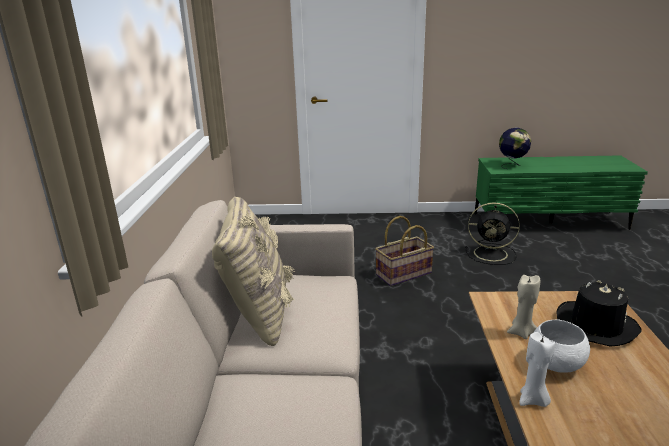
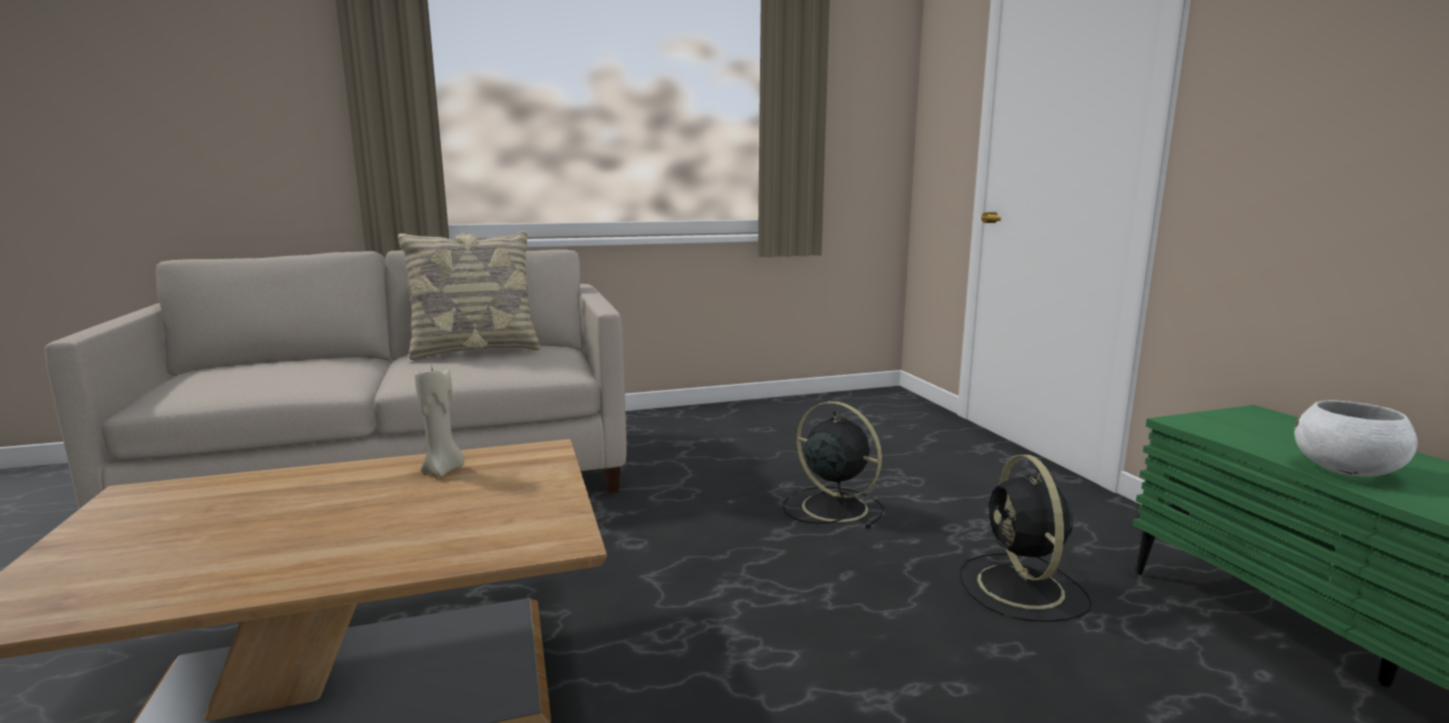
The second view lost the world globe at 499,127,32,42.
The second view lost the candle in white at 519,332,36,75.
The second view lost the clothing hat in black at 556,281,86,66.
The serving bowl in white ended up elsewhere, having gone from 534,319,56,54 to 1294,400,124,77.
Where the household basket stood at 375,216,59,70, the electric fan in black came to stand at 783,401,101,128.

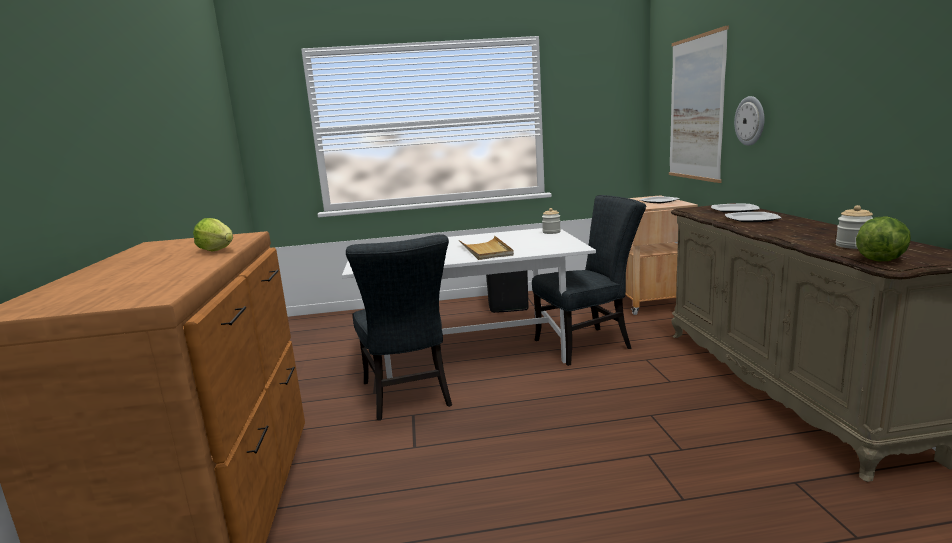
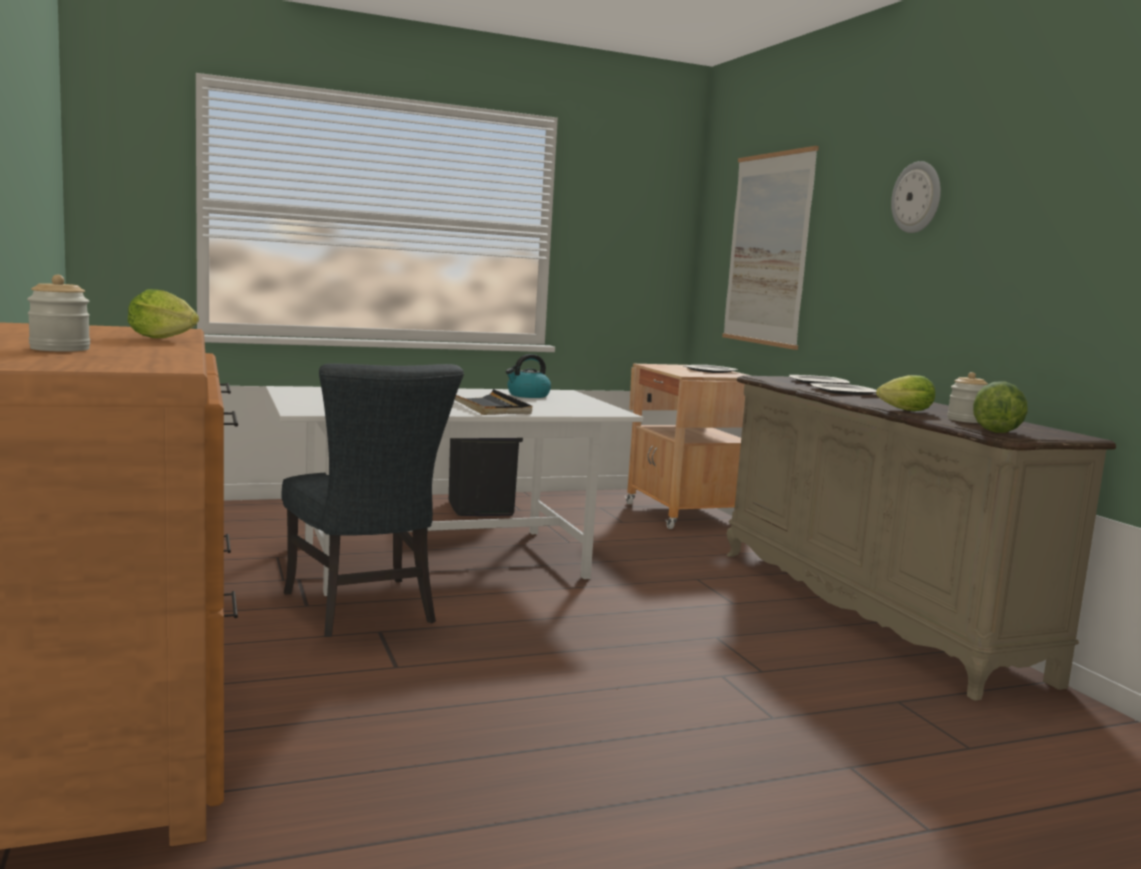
The second view lost the chair in gray at 532,195,115,171.
The second view gained the tea kettle at 506,354,45,44.
The second view gained the lettuce at 876,375,59,36.
The preserve jar ended up elsewhere, having gone from 542,208,19,26 to 27,275,63,77.
The hanging clock ended up elsewhere, having gone from 734,96,30,50 to 891,161,50,72.
What was the serving tray in beige at 459,236,55,24 turned into the serving tray in black at 455,389,77,26.

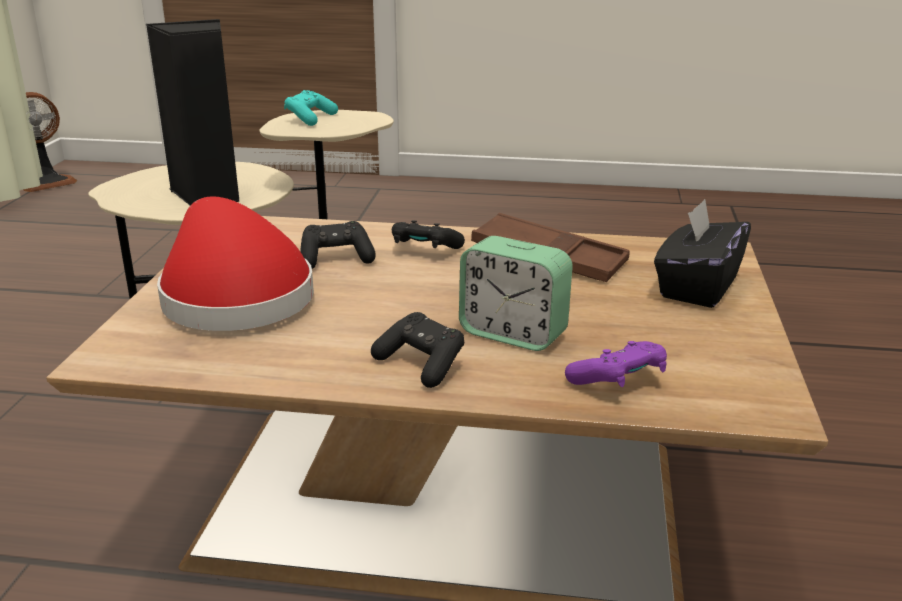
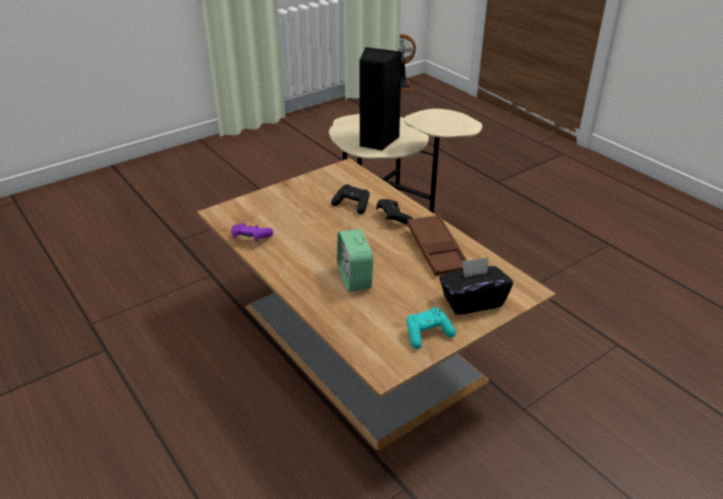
The second view lost the clothing hat in red at 157,197,157,134.
The second view lost the game controller in black at 371,312,93,76.
The game controller in blue-green ended up elsewhere, having gone from 284,90,54,36 to 407,307,49,42.
The game controller in purplish ended up elsewhere, having gone from 565,341,102,46 to 231,223,42,19.

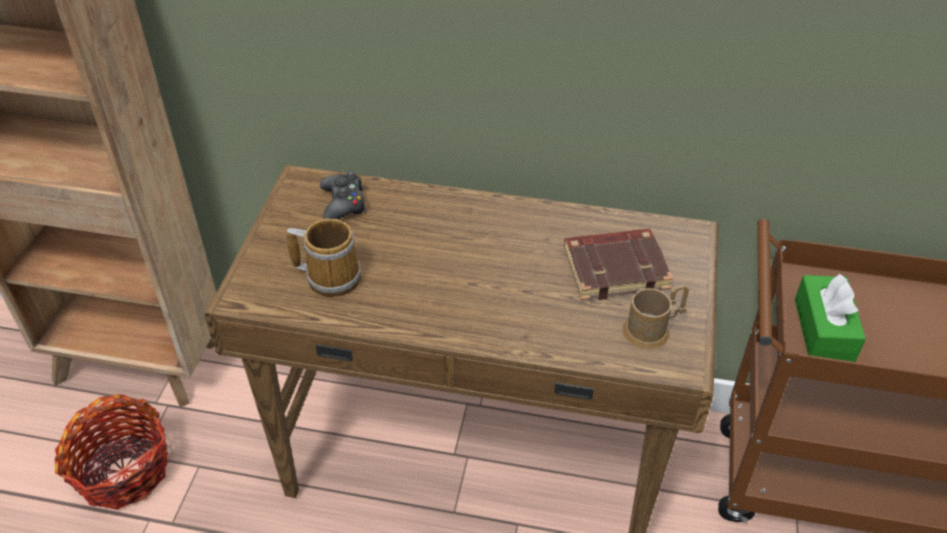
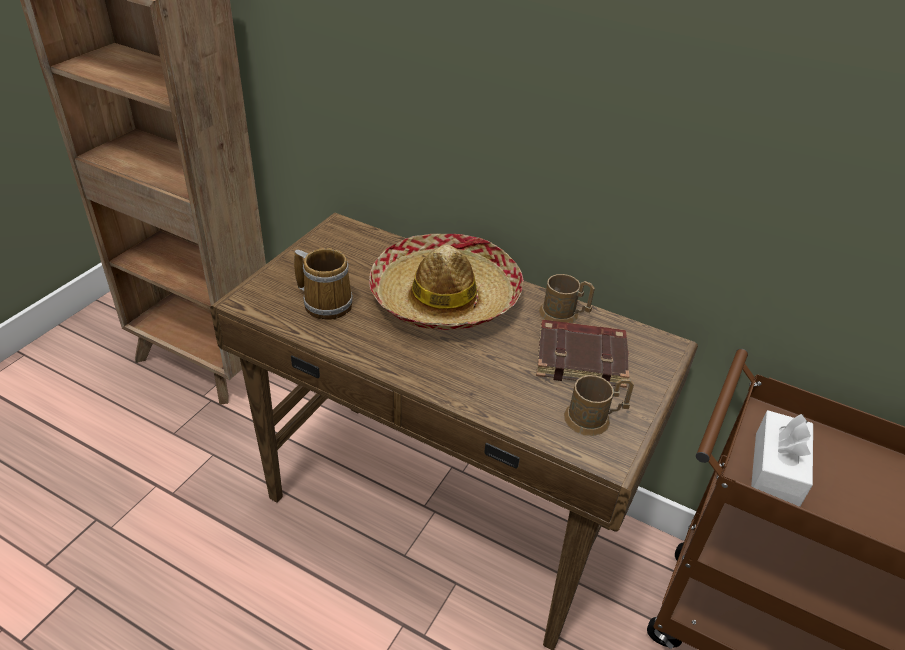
The second view lost the household basket at 55,394,113,116.
The second view lost the game controller in black at 320,171,47,48.
The second view gained the clothing hat at 369,234,155,96.
The second view gained the coffee mug in brown at 539,274,56,49.
What was the tissue holder in green at 795,273,71,89 turned into the tissue holder in white at 751,410,62,97.

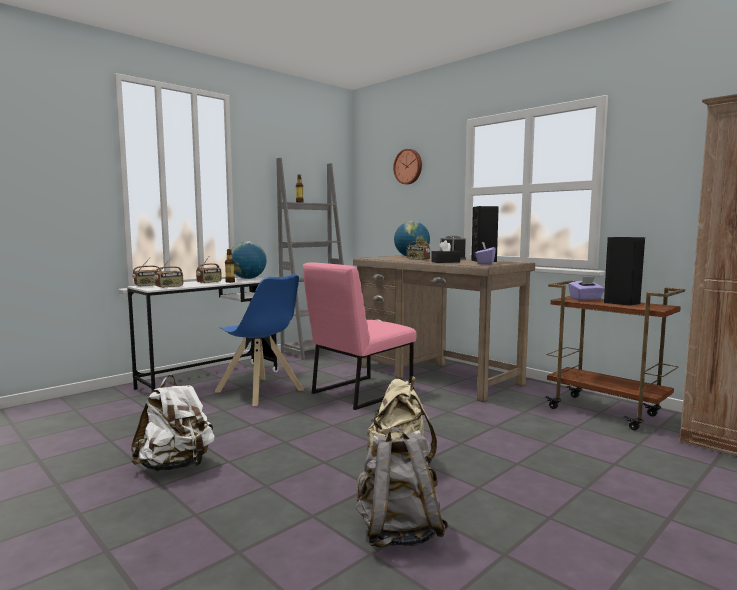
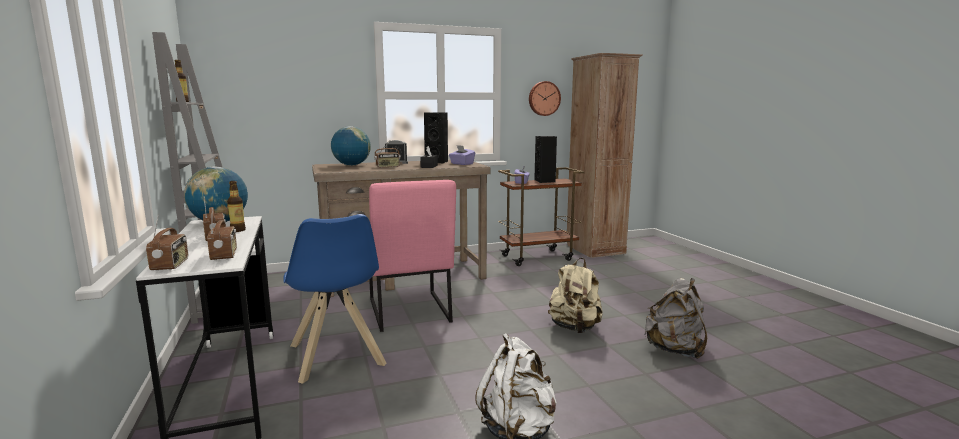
The hanging clock ended up elsewhere, having gone from 393,149,29,35 to 529,81,32,35.
The chair in bluish at 215,274,89,132 ended up facing another way, 90 degrees clockwise from before.

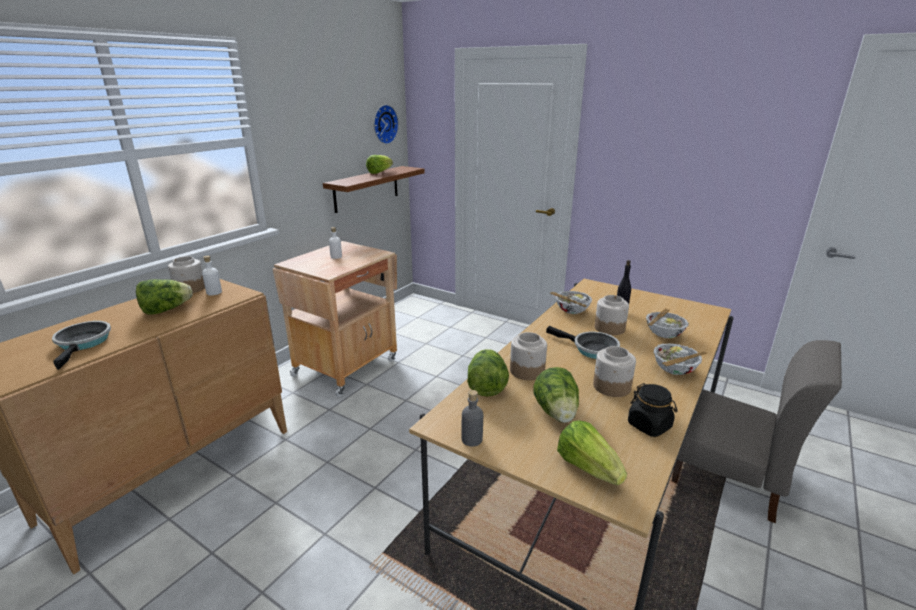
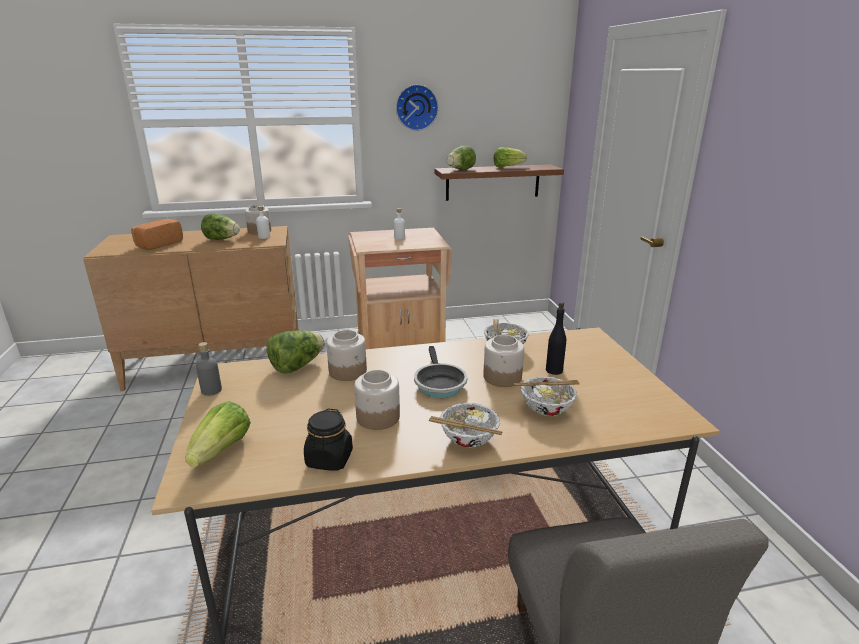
The hanging clock ended up elsewhere, having gone from 374,105,25,39 to 396,84,42,47.
The lettuce ended up elsewhere, having gone from 533,367,46,56 to 447,146,29,24.
Where the pan stood at 52,321,59,49, the bread came to stand at 131,219,52,31.

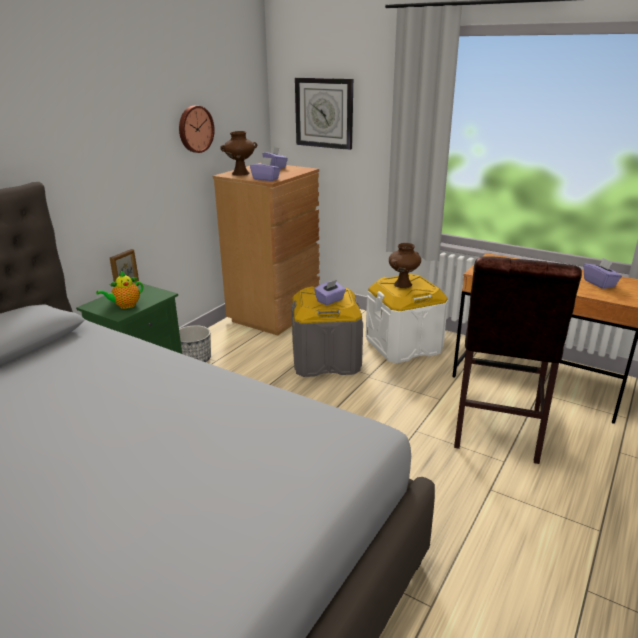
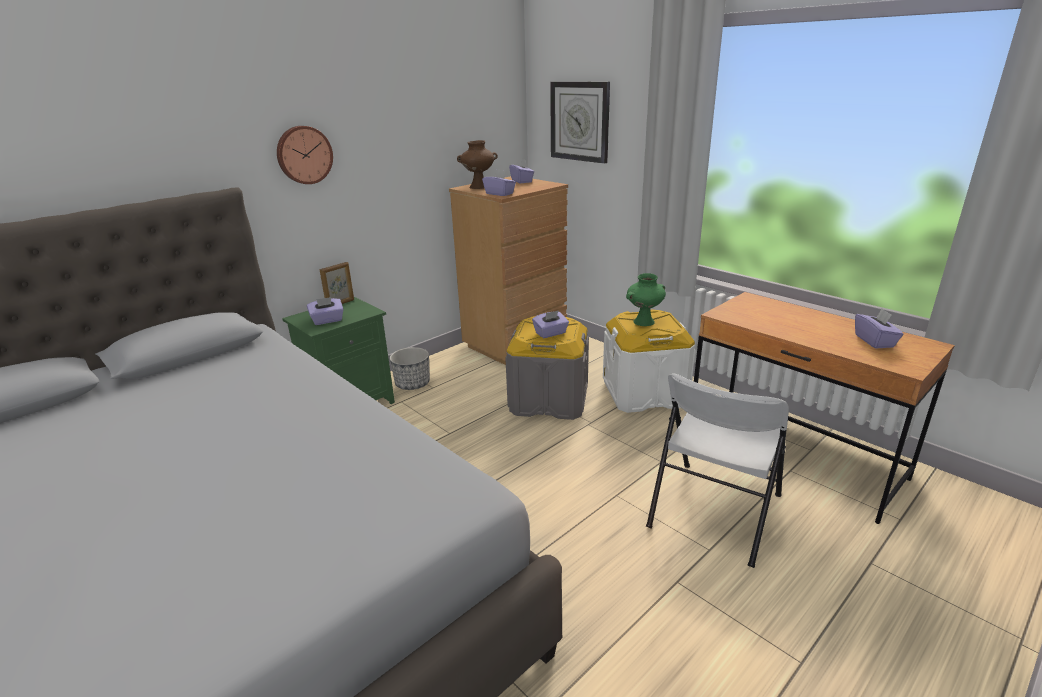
The hanging clock ended up elsewhere, having gone from 179,106,36,47 to 277,126,56,58.
Where the tea pot stood at 96,271,47,38, the tissue holder in purplish came to stand at 307,297,37,28.
Where the stool in brown stood at 454,256,128,208, the chair in white came to stand at 646,373,143,195.
What was the vase in brown at 389,243,32,45 turned into the vase in green at 626,273,40,53.

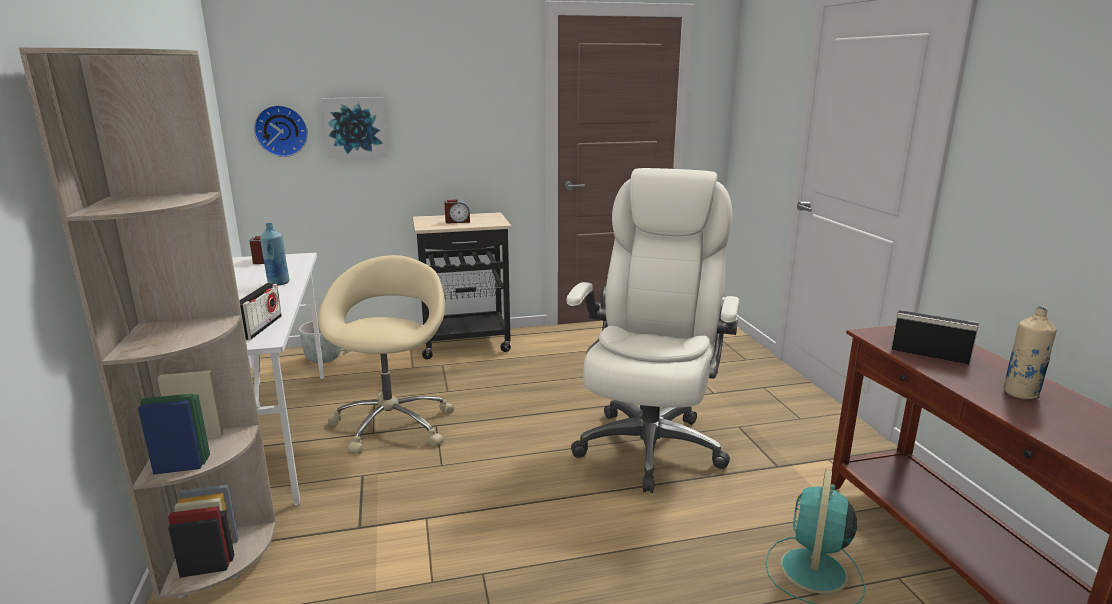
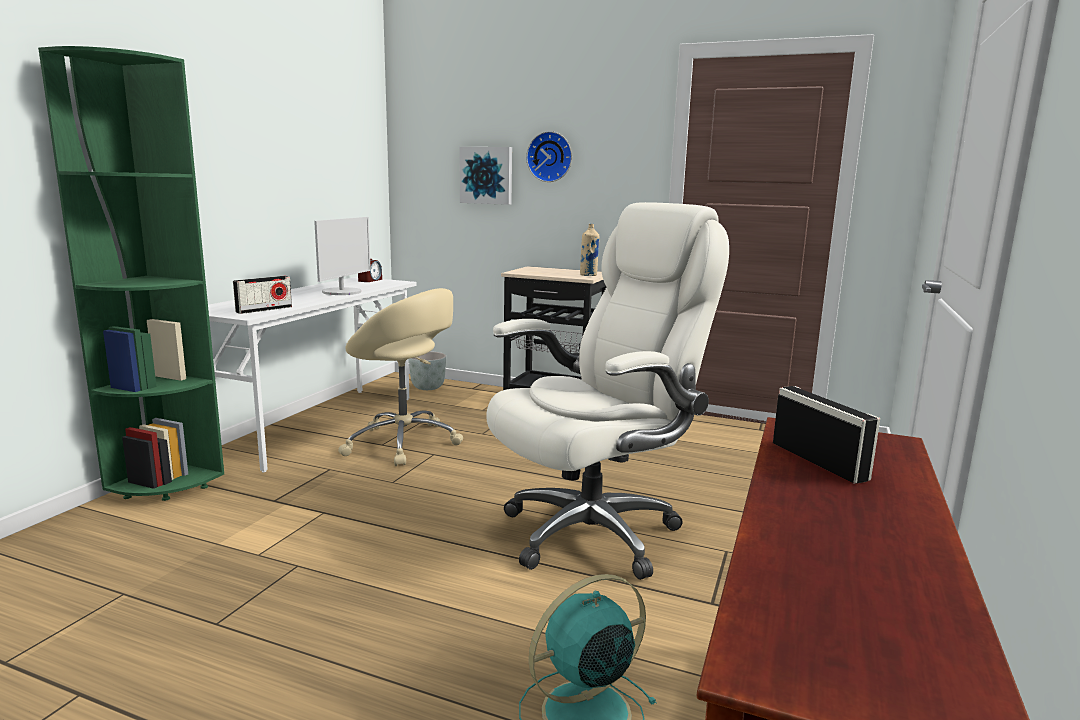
The second view lost the table clock at 444,199,26,24.
The hanging clock ended up elsewhere, having gone from 254,105,54,52 to 526,131,46,51.
The bottle in beige ended up elsewhere, having gone from 1003,306,54,93 to 580,224,19,52.
Where the bottle in bluish stood at 260,223,29,63, the computer display came to stand at 314,217,57,78.
What was the bookshelf in beige at 19,47,257,553 turned into the bookshelf in green at 38,46,186,455.
The desk chair in beige at 318,255,136,199 ended up facing another way, 75 degrees clockwise from before.

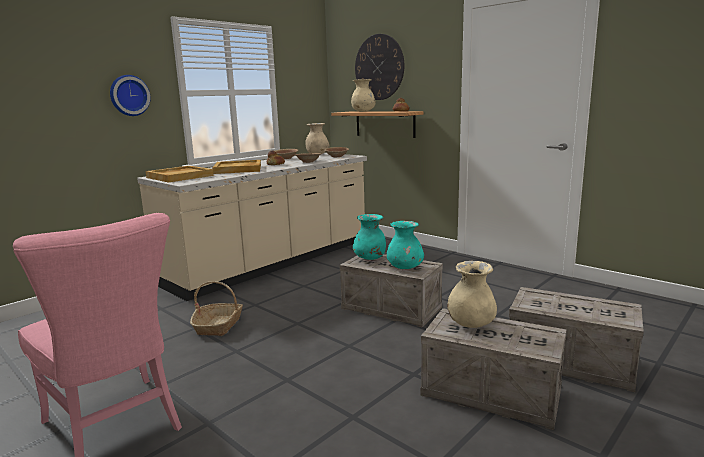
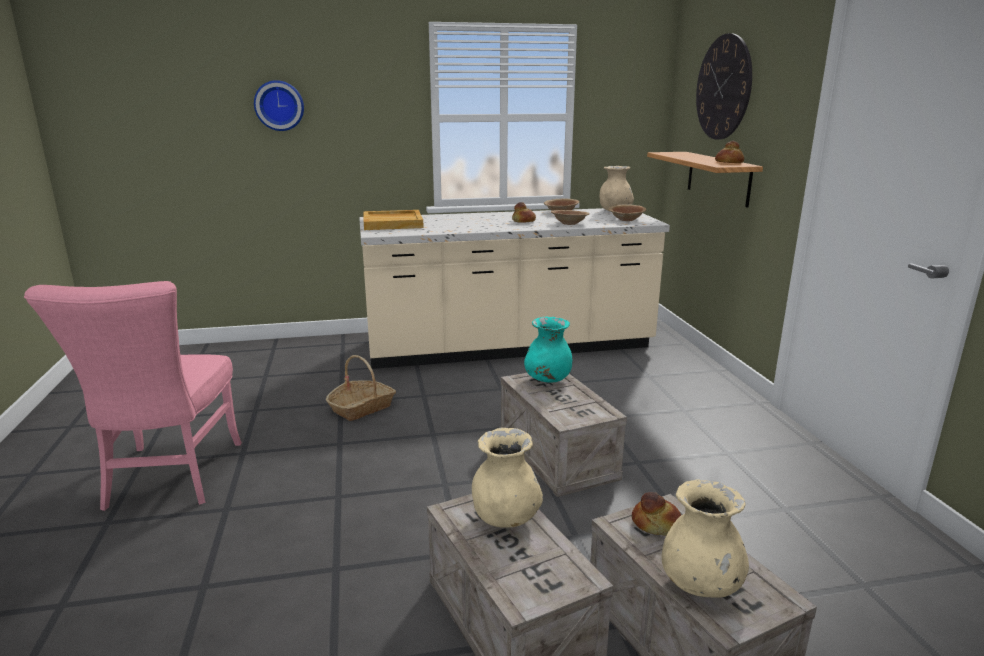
The second view lost the serving tray in beige at 212,160,49,14.
The second view lost the vase in blue-green at 387,221,37,48.
The second view gained the bread at 632,492,49,43.
The hanging clock ended up elsewhere, having gone from 110,75,41,41 to 254,80,50,51.
The vase in beige ended up elsewhere, having gone from 351,79,25,33 to 662,479,87,119.

